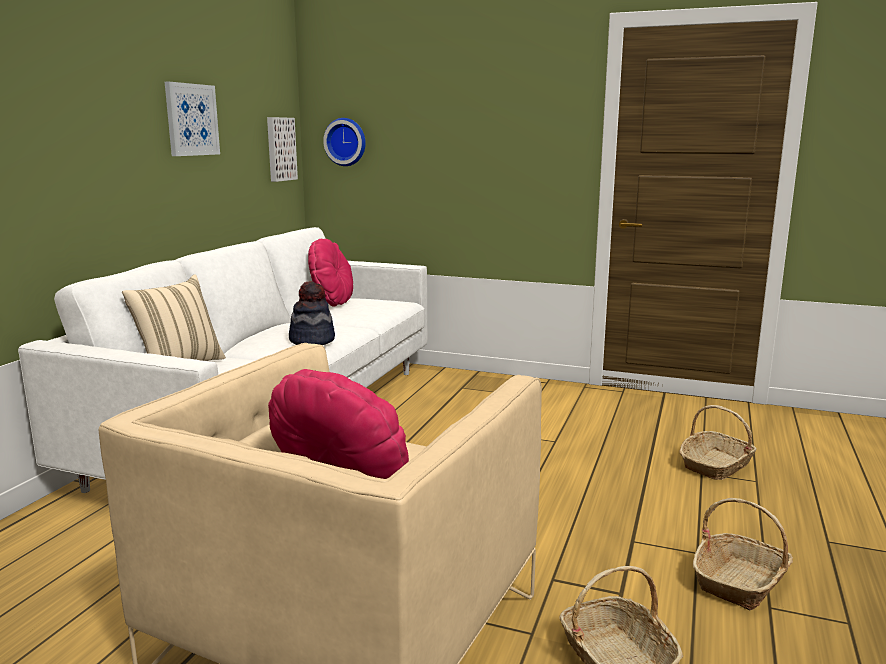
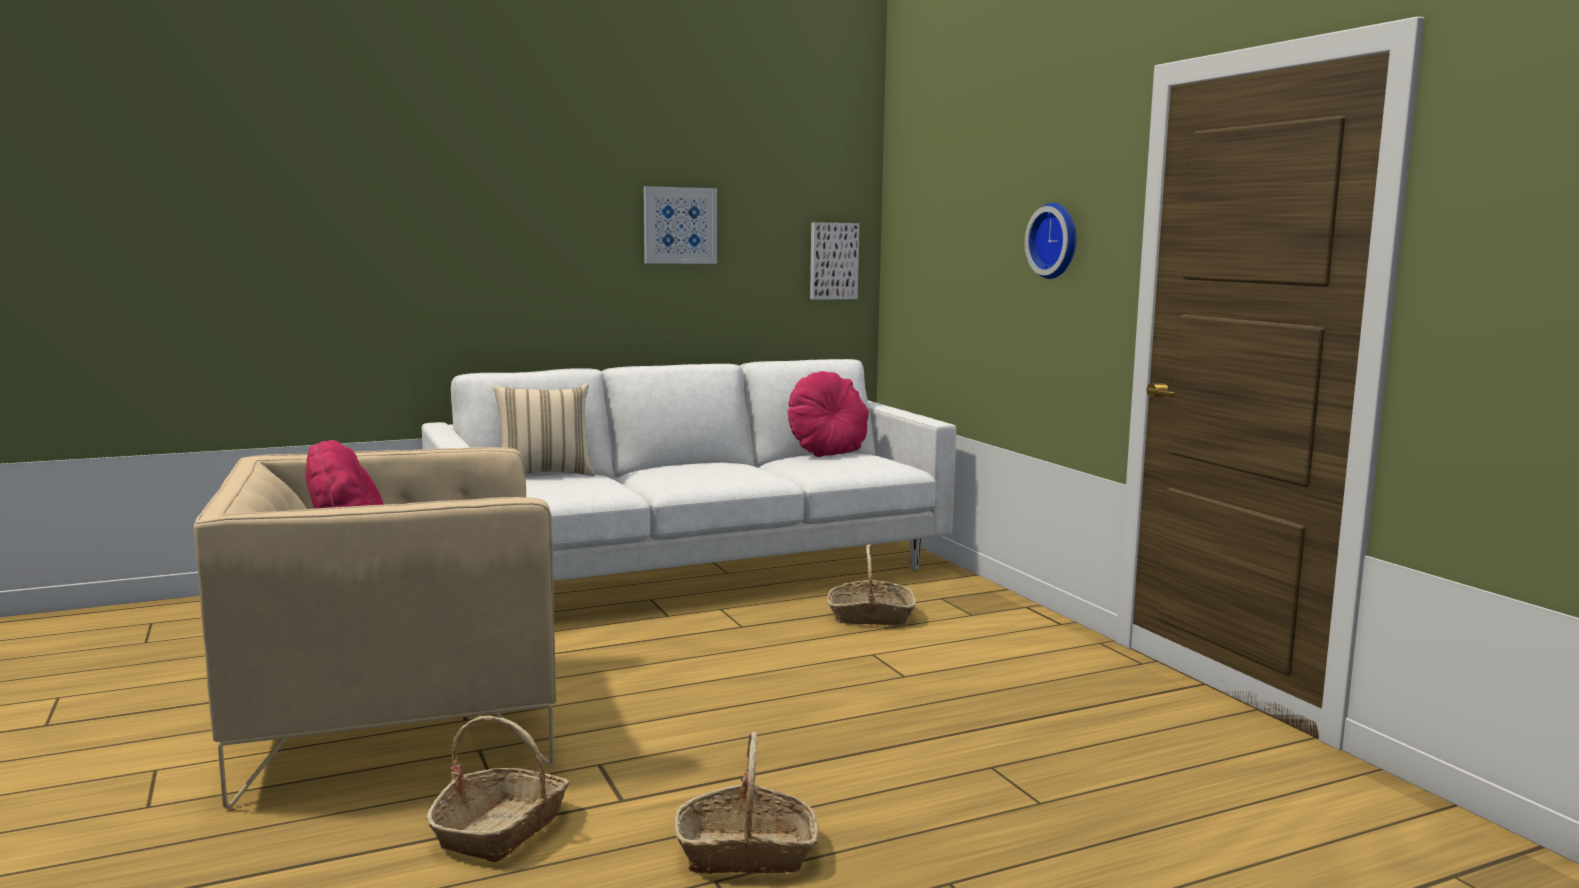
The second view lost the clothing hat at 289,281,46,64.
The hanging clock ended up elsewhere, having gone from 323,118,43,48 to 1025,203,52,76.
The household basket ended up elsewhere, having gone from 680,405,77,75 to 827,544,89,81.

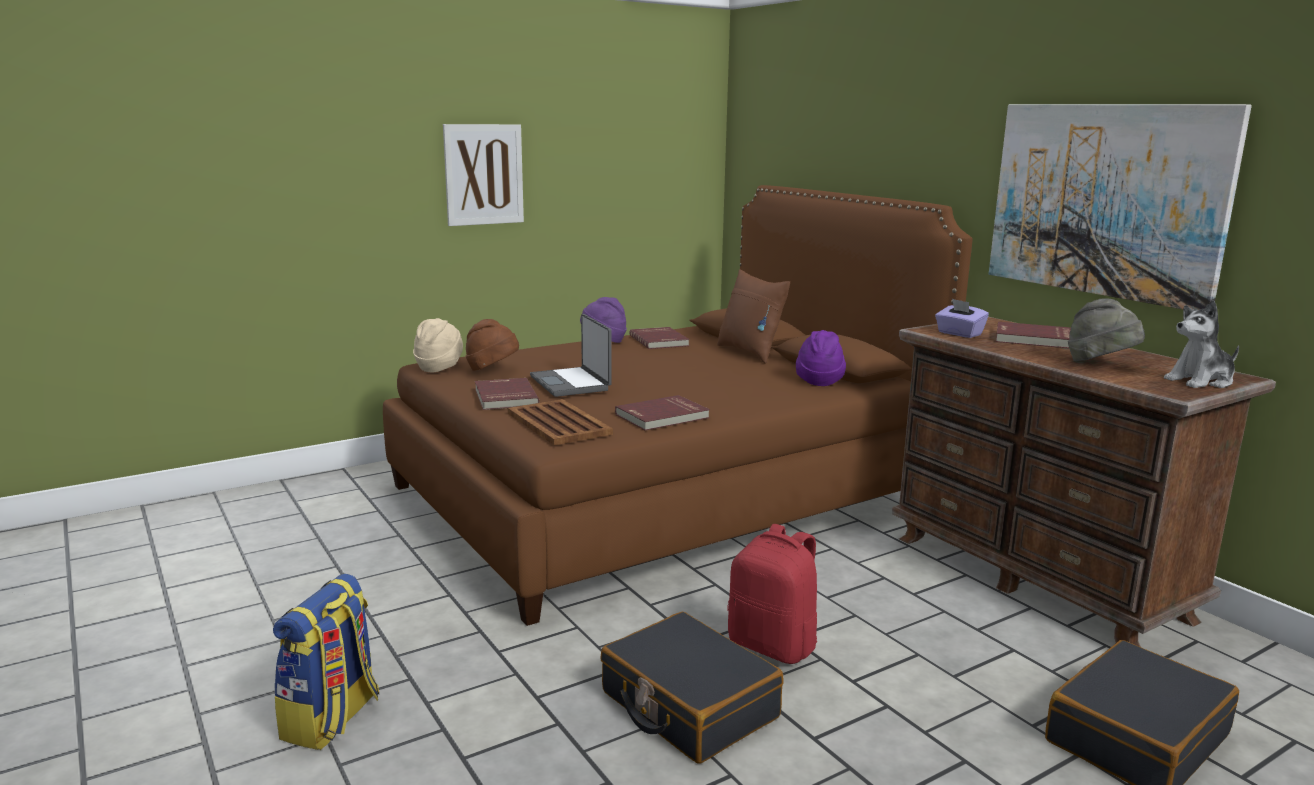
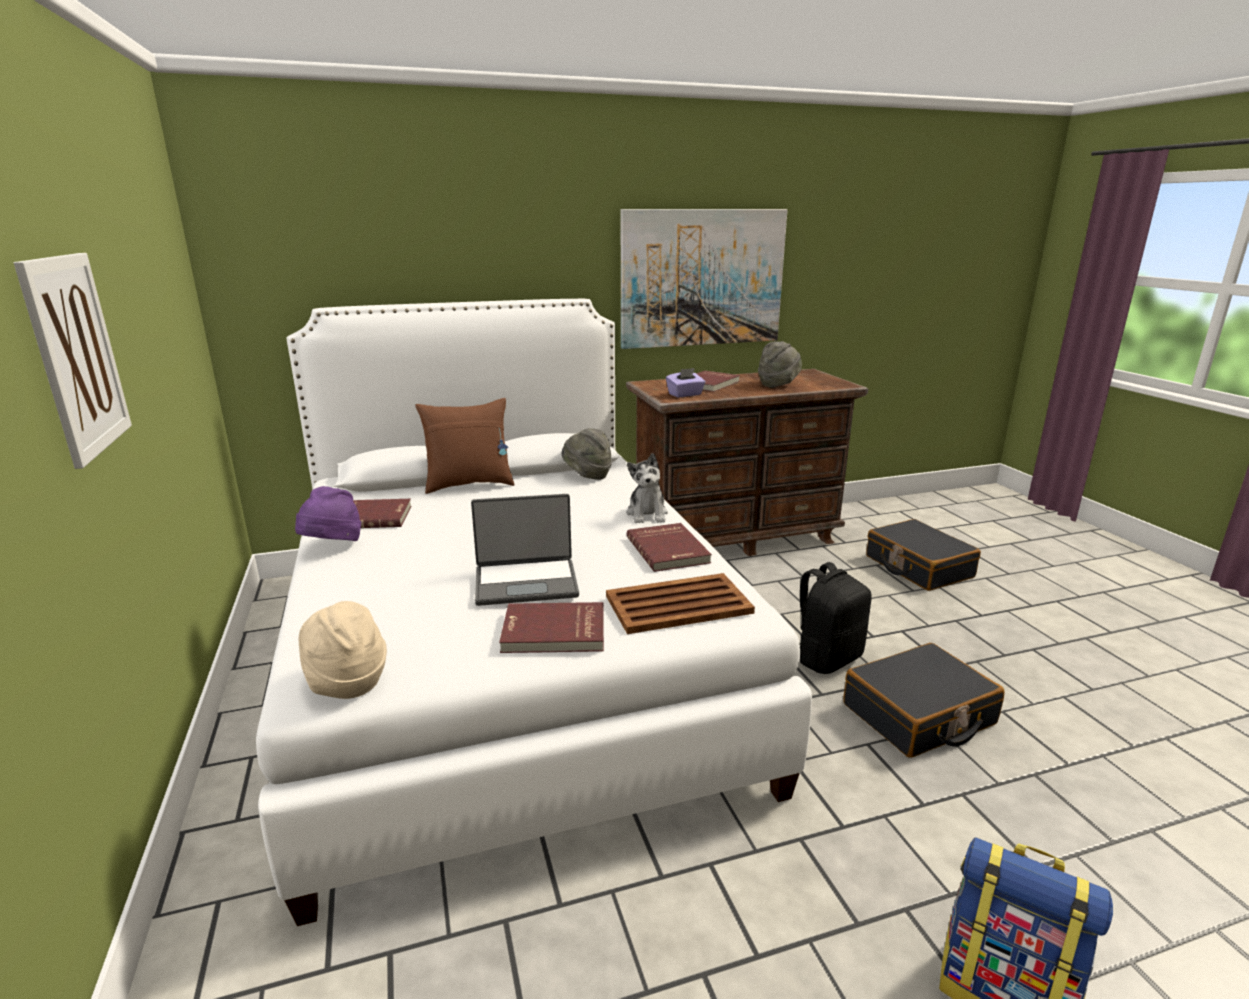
The second view lost the clothing hat in brown at 466,319,53,52.
The plush toy ended up elsewhere, having gone from 1164,300,75,88 to 627,453,41,70.
What was the bedroom bed in brown at 383,185,589,441 turned into the bedroom bed in white at 256,299,556,627.
What was the knapsack in red at 727,524,90,140 turned into the knapsack in black at 799,562,73,112.
What was the clothing hat in purplish at 796,330,50,56 turned into the clothing hat in gray at 562,428,50,52.

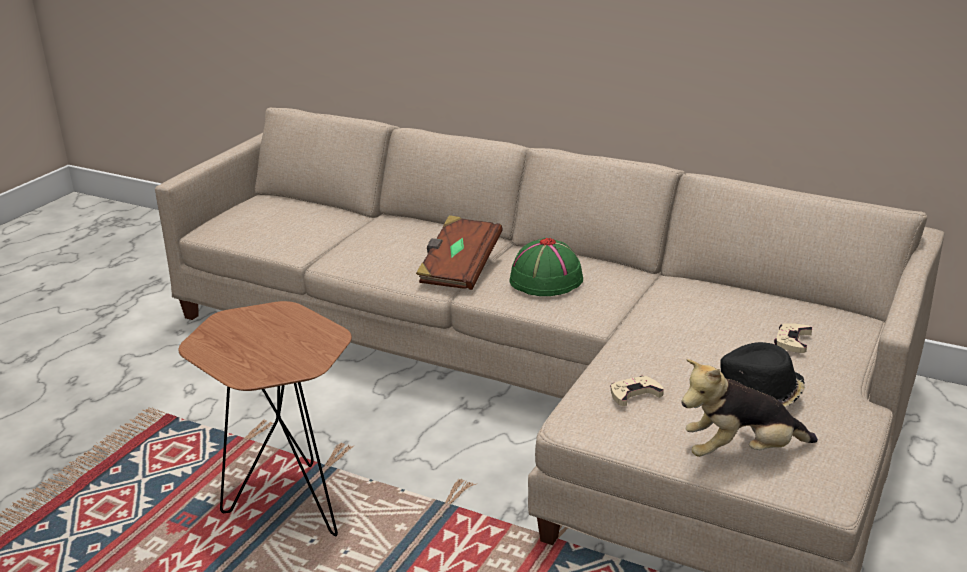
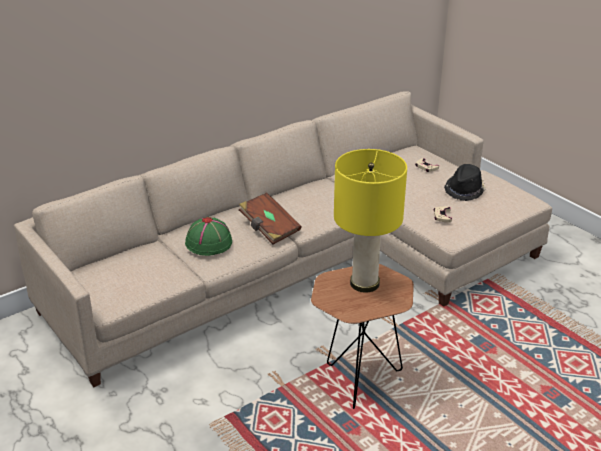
The second view lost the plush toy at 681,359,137,98.
The second view gained the tabletop lamp in yellow at 334,149,73,144.
The clothing hat in green ended up elsewhere, having gone from 509,238,74,58 to 185,217,47,39.

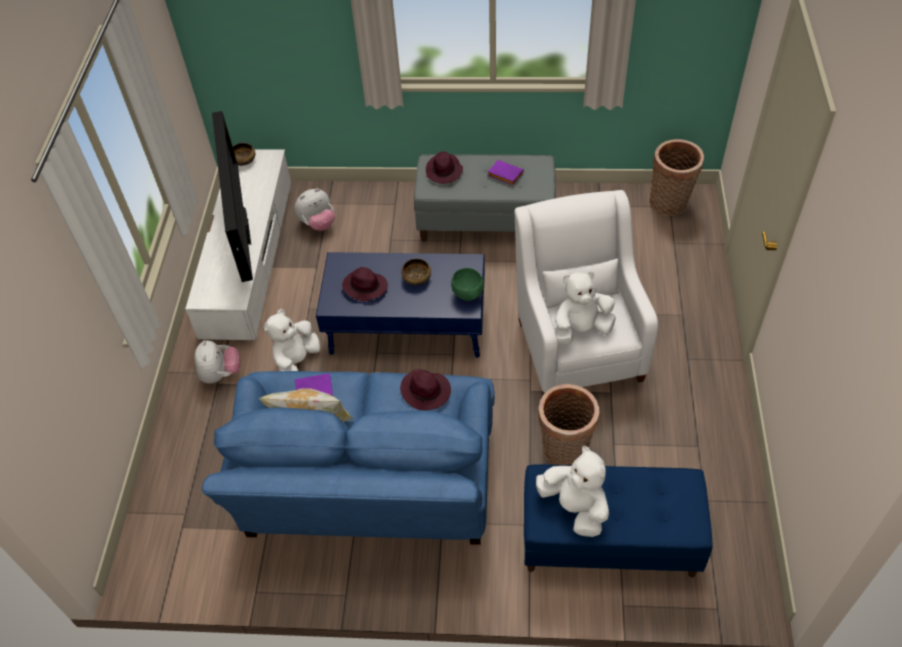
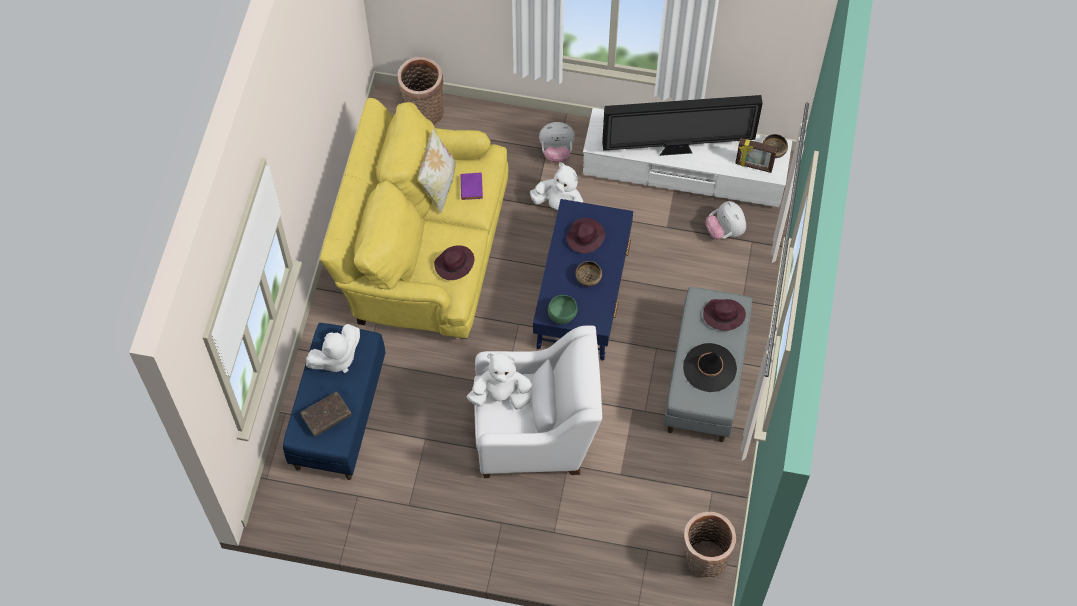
The second view gained the volume in brown at 300,392,51,44.
The second view gained the picture frame at 735,138,42,35.
The household basket ended up elsewhere, having gone from 538,384,62,81 to 397,57,47,68.
Where the volume in purplish stood at 488,160,36,25, the clothing hat in black came to stand at 683,343,54,49.
What was the sofa in bluish at 202,371,293,174 turned into the sofa in yellow at 319,98,190,241.
The plush toy in white at 555,271,61,74 ended up facing another way, 75 degrees counterclockwise from before.

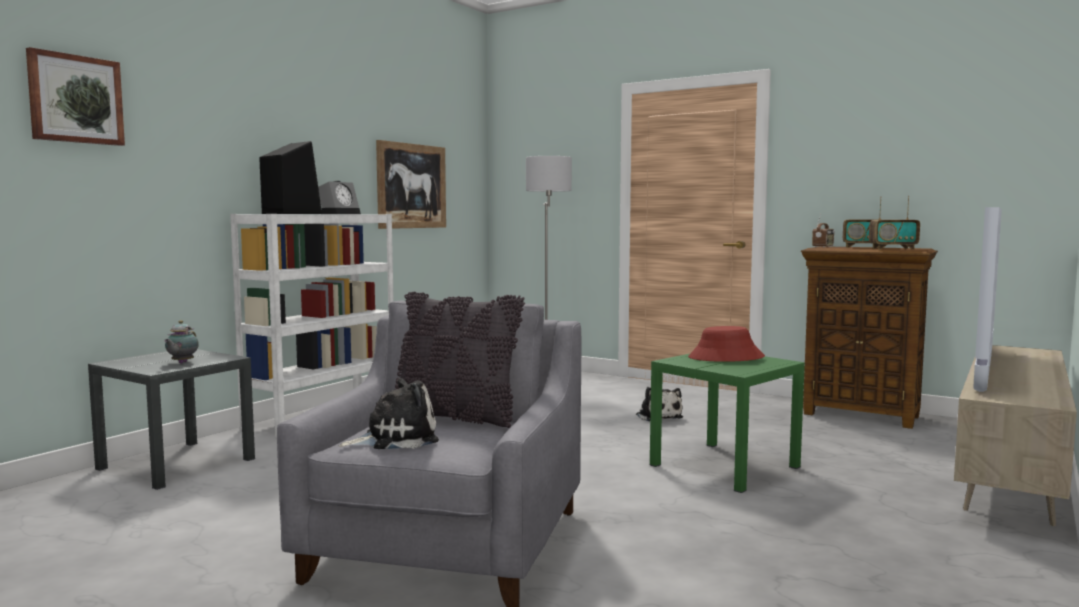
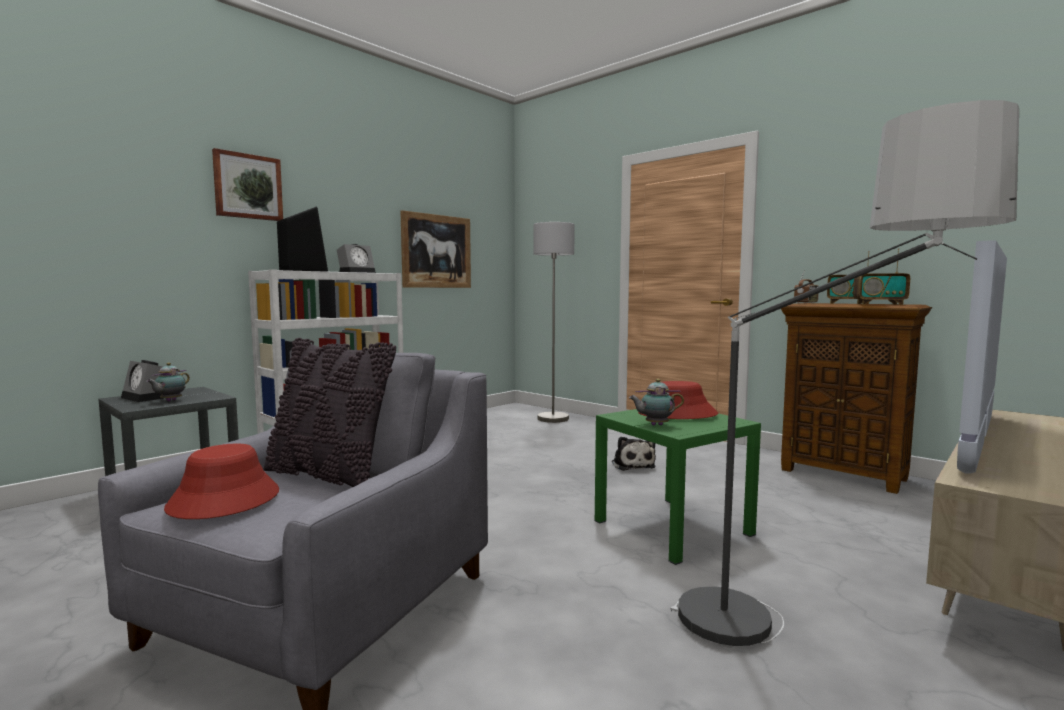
The second view gained the table clock at 121,360,43,42.
The second view gained the tea pot at 629,379,55,46.
The second view gained the floor lamp at 670,100,349,548.
The wall art ended up elsewhere, having gone from 26,47,99,99 to 212,148,71,73.
Where the plush toy stood at 339,378,100,71, the clothing hat in red came to stand at 164,444,115,75.

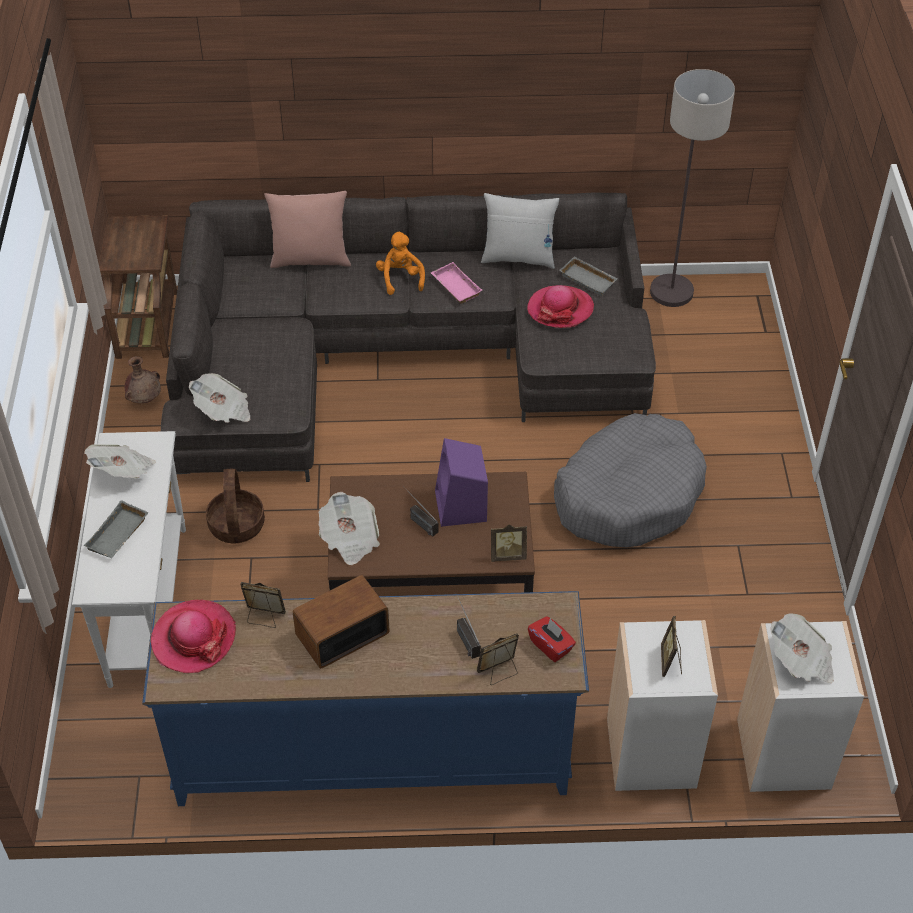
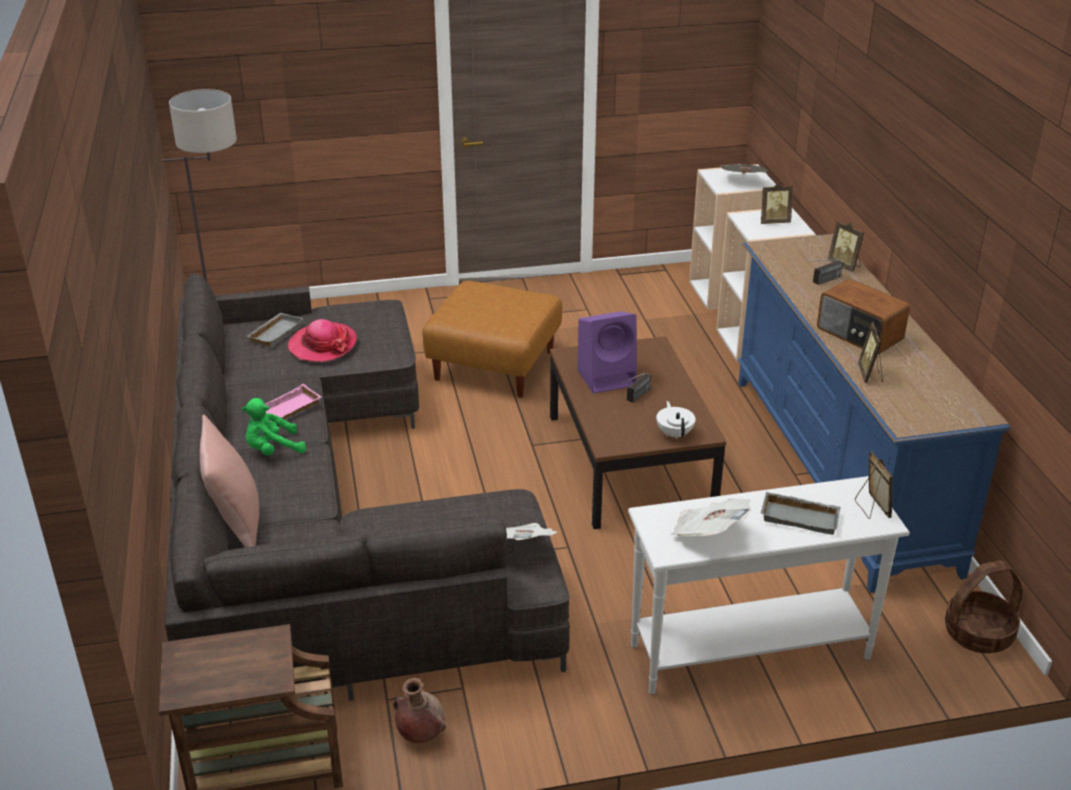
The second view lost the clothing hat at 151,600,85,73.
The second view lost the pillow in gray at 481,193,78,76.
The second view lost the tissue holder in red at 528,616,48,46.
The household basket ended up elsewhere, having gone from 206,469,59,74 to 945,560,77,93.
The picture frame ended up elsewhere, having gone from 491,524,36,38 to 855,452,38,67.
Where the printed paper stood at 318,492,62,73, the tea pot in white came to stand at 656,401,40,39.
Where the pet bed in gray stood at 554,413,153,134, the ottoman in brown came to stand at 422,281,140,117.
What was the plush toy in orange-coloured at 376,231,49,64 turned into the plush toy in green at 242,398,64,58.

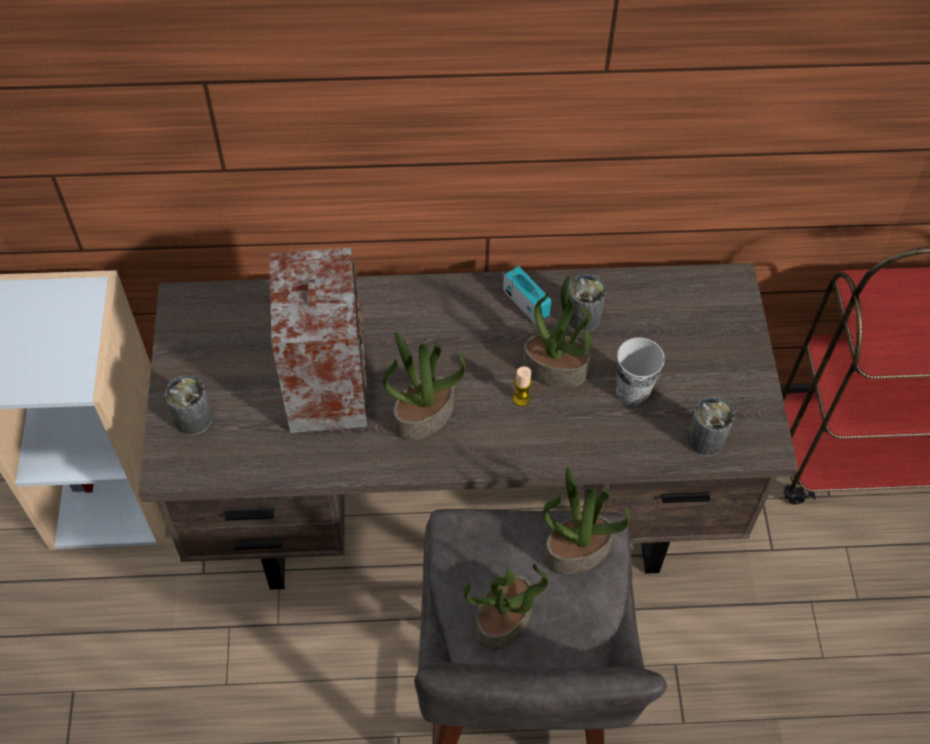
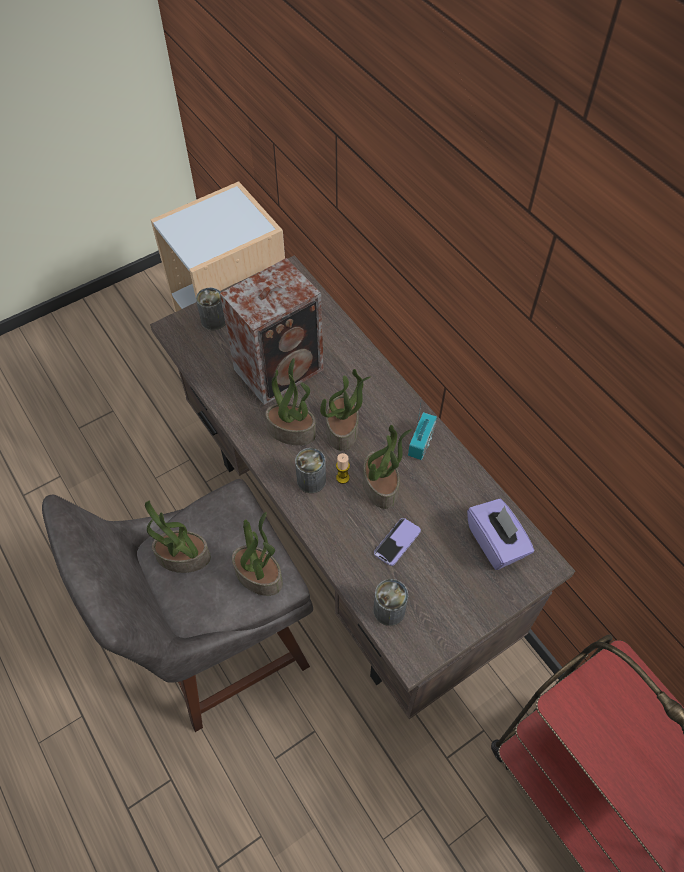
The second view gained the plant in a pot at 320,369,50,82.
The second view gained the tissue holder in purplish at 467,499,67,71.
The metal can ended up elsewhere, having gone from 567,274,39,58 to 295,448,31,45.
Where the drinking cup stood at 616,337,49,68, the phone came to stand at 374,518,47,48.

